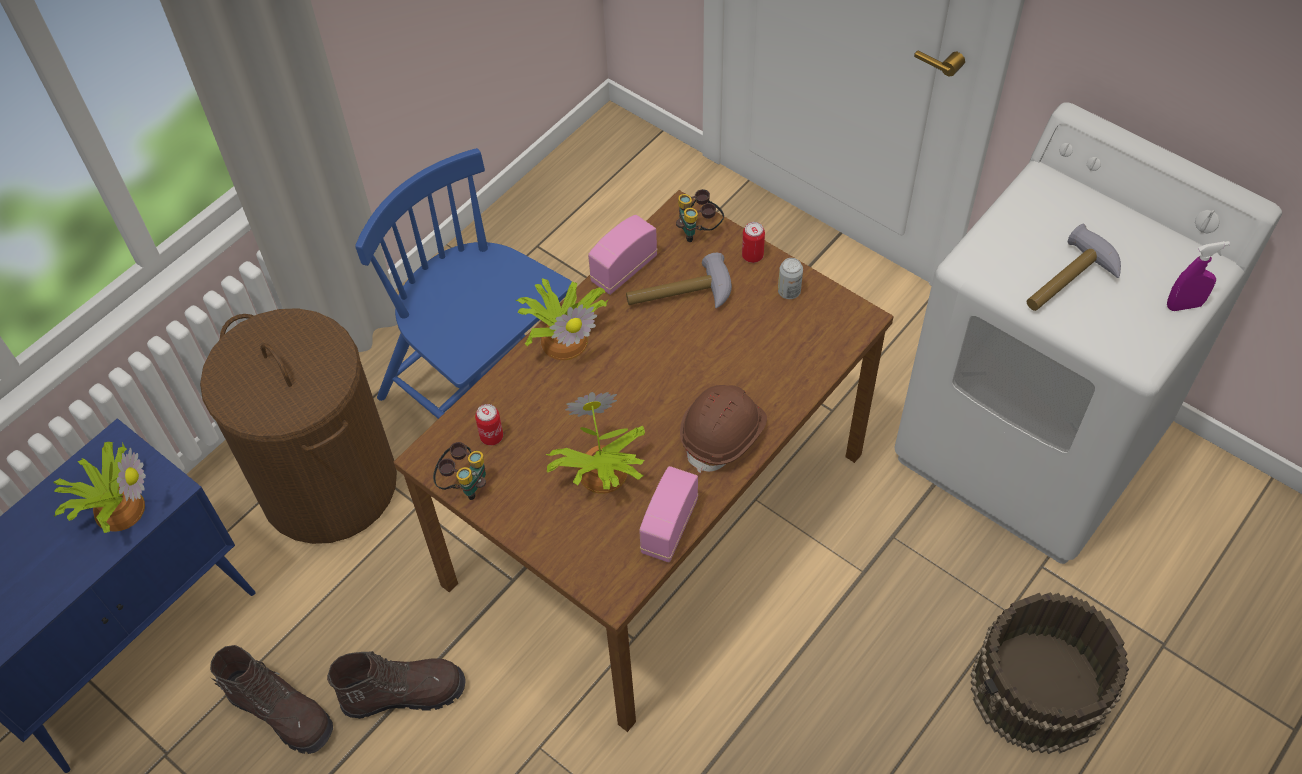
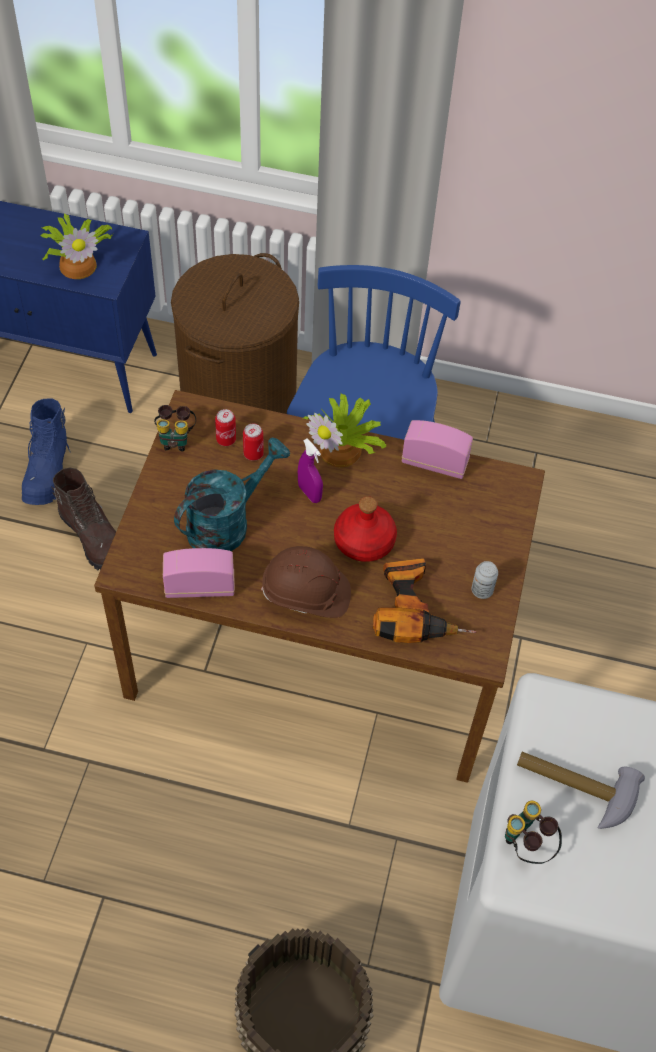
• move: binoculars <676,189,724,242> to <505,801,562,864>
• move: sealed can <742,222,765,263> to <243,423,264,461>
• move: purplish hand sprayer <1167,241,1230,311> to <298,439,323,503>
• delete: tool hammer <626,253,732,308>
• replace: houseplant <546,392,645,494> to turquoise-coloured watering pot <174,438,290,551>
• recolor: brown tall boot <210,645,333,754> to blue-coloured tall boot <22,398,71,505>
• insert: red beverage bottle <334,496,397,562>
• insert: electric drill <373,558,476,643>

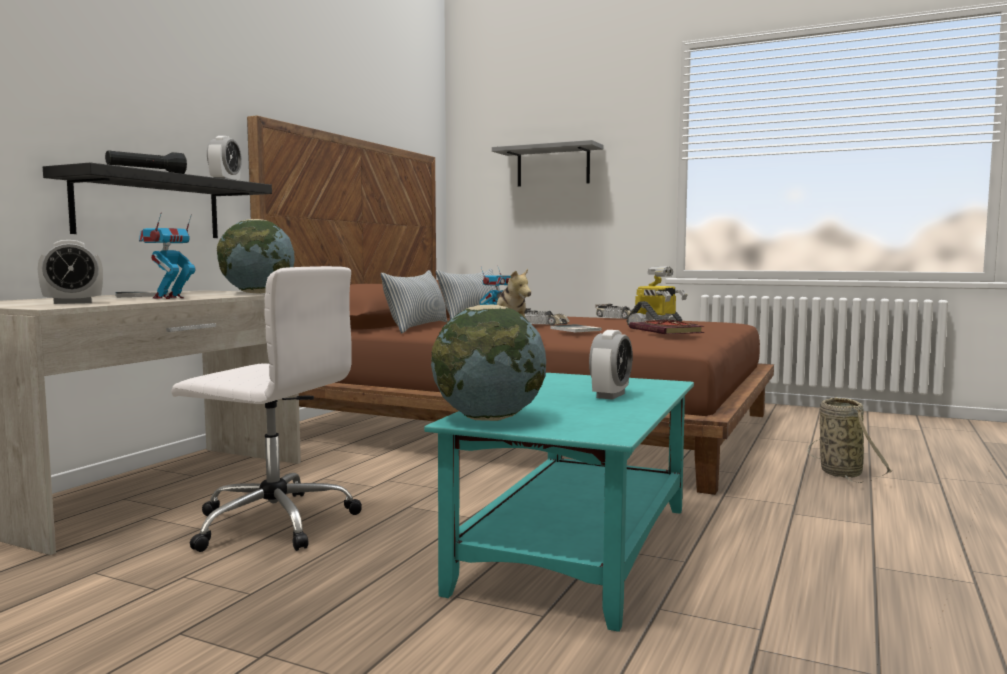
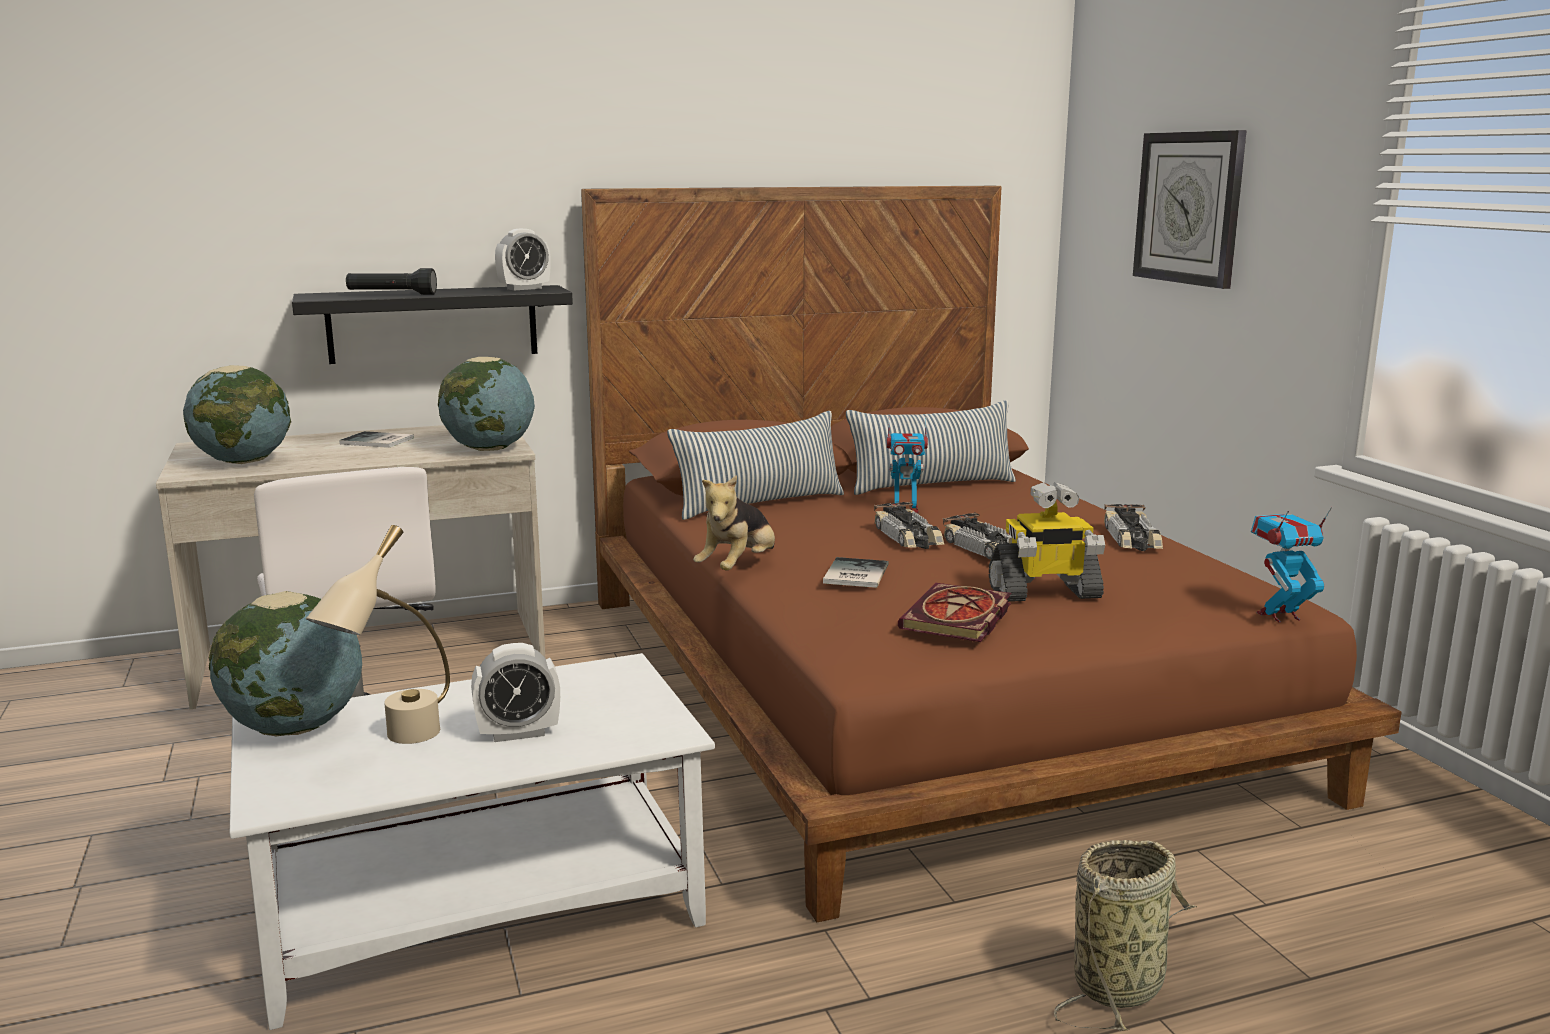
• replace: gray bracket shelf <492,140,603,187> to wall clock <1133,130,1247,289>
• move: model robot <139,212,195,299> to <1251,507,1332,623>
• replace: bedside clock <38,240,103,304> to desk globe <183,365,291,464>
• recolor: turquoise-coloured low table <424,373,694,632> to white low table <230,653,715,1030>
• insert: miniature car <943,512,1012,560>
• insert: beige lamp for a table <306,525,450,744>

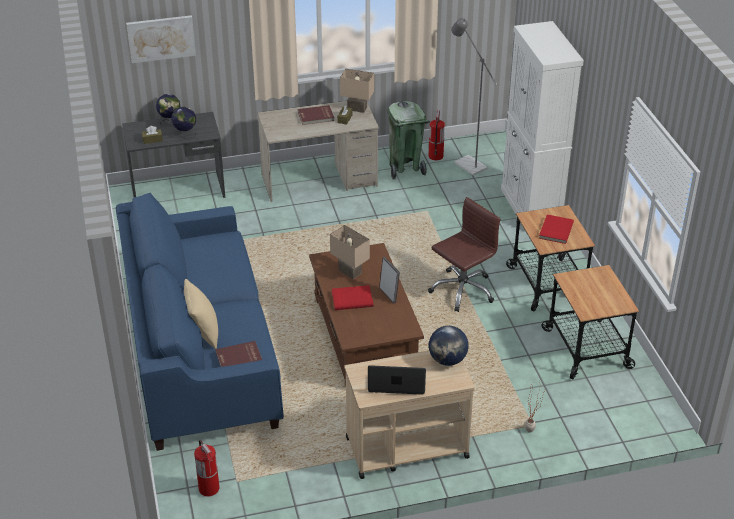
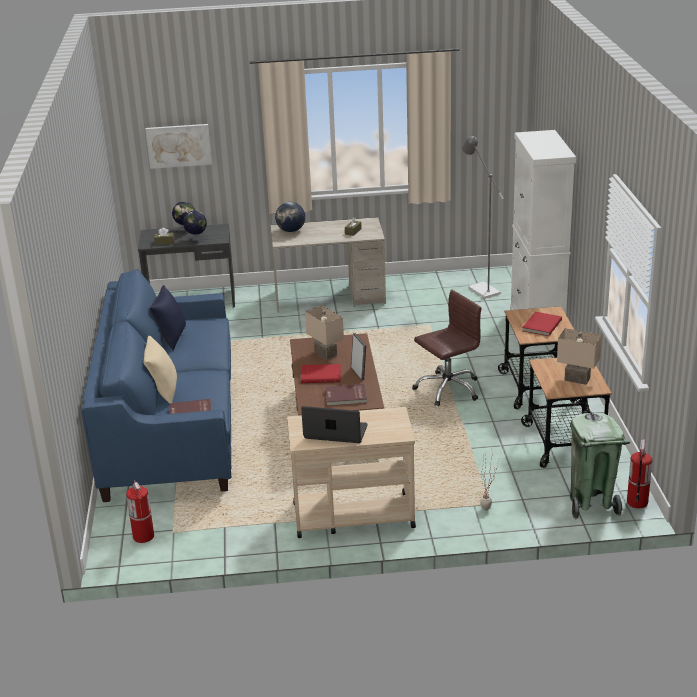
• move: beige lamp for a table <340,68,374,113> to <557,328,602,385>
• move: green-coloured rubbish bin <387,101,430,180> to <570,412,630,519>
• move: red volume <298,105,334,125> to <325,384,367,406>
• move: fire-fighting cylinder <428,110,445,160> to <627,439,652,508>
• move: desk globe <429,326,469,366> to <275,202,305,232>
• insert: blue-coloured throw pillow <150,285,186,351>

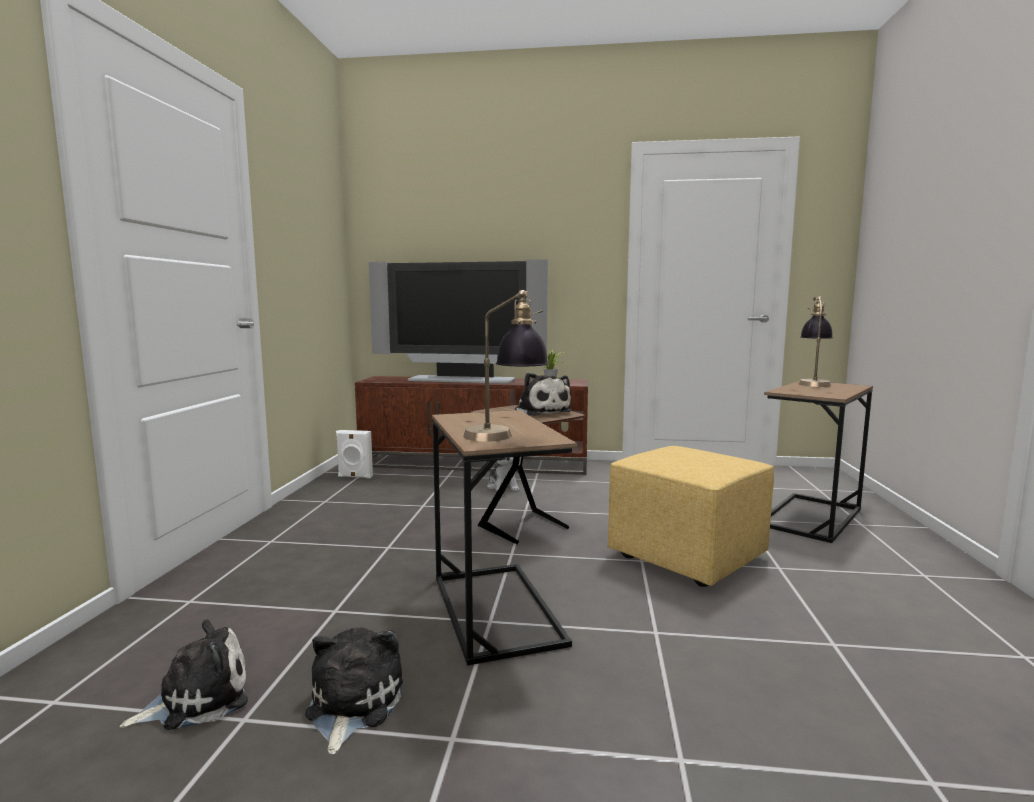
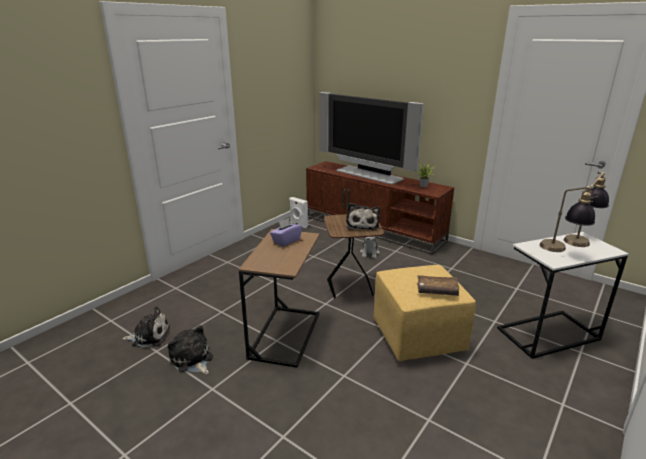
• move: lamp for a table <463,290,549,441> to <539,186,598,252>
• recolor: brown end table <764,381,873,543> to white end table <497,232,629,359>
• rotate: cuddly toy <305,627,403,754> = <168,325,213,374> 75 degrees counterclockwise
• insert: purplish tissue holder <270,218,302,246>
• insert: brown volume <417,275,459,296>

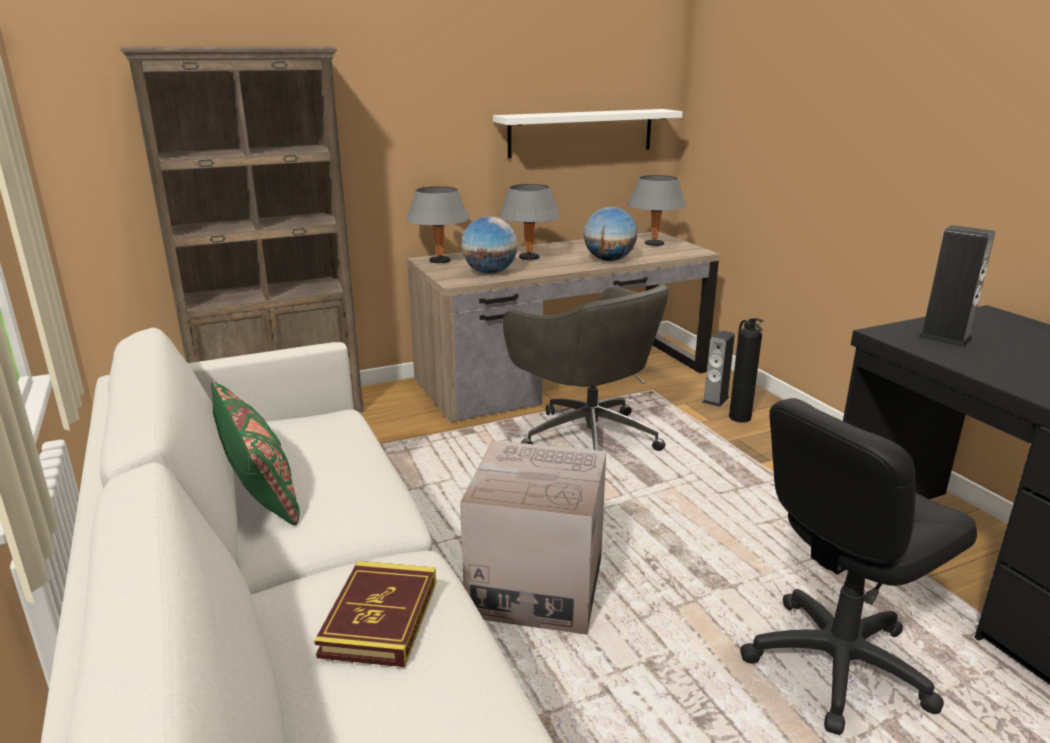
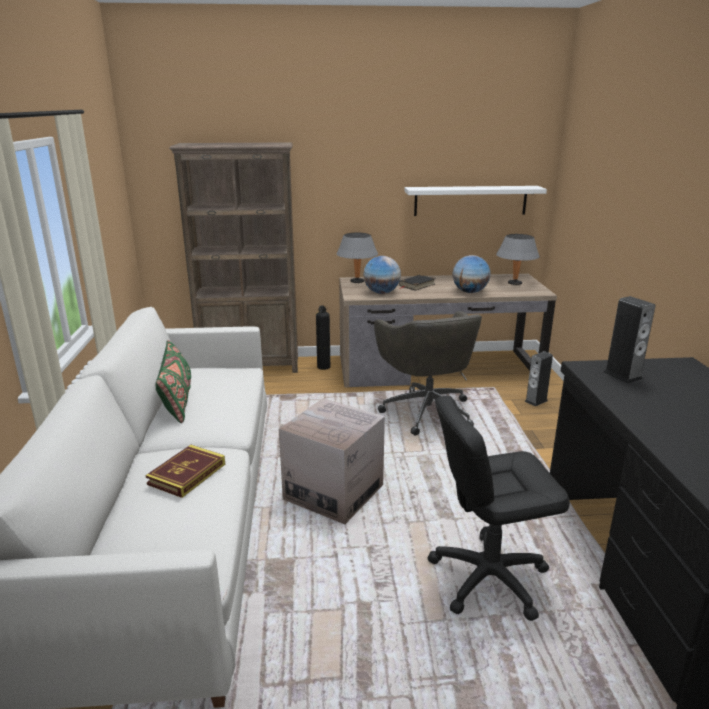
• replace: gray lamp for a table <499,184,561,260> to black-coloured volume <399,275,435,290>
• move: fire-fighting cylinder <729,318,764,423> to <316,305,330,370>

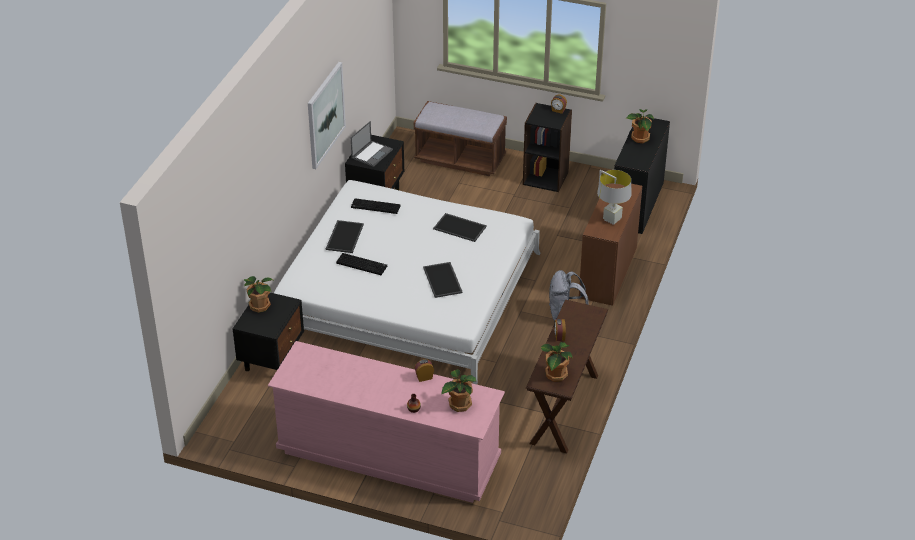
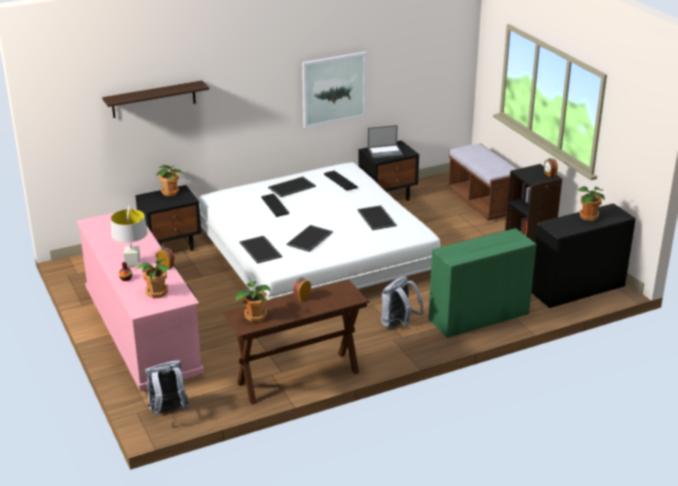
• move: gray lamp for a table <597,170,631,225> to <111,205,148,267>
• recolor: brown desk <579,184,642,306> to green-coloured desk <429,228,536,338>
• insert: bracket shelf <102,81,209,118>
• insert: serving tray <239,236,282,264>
• insert: gray rucksack <145,361,190,416>

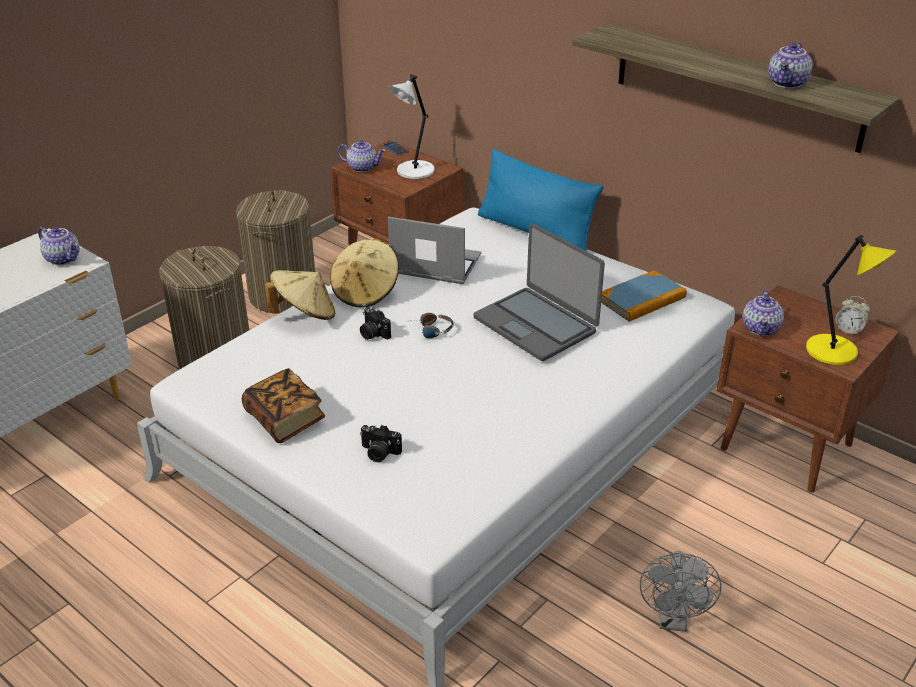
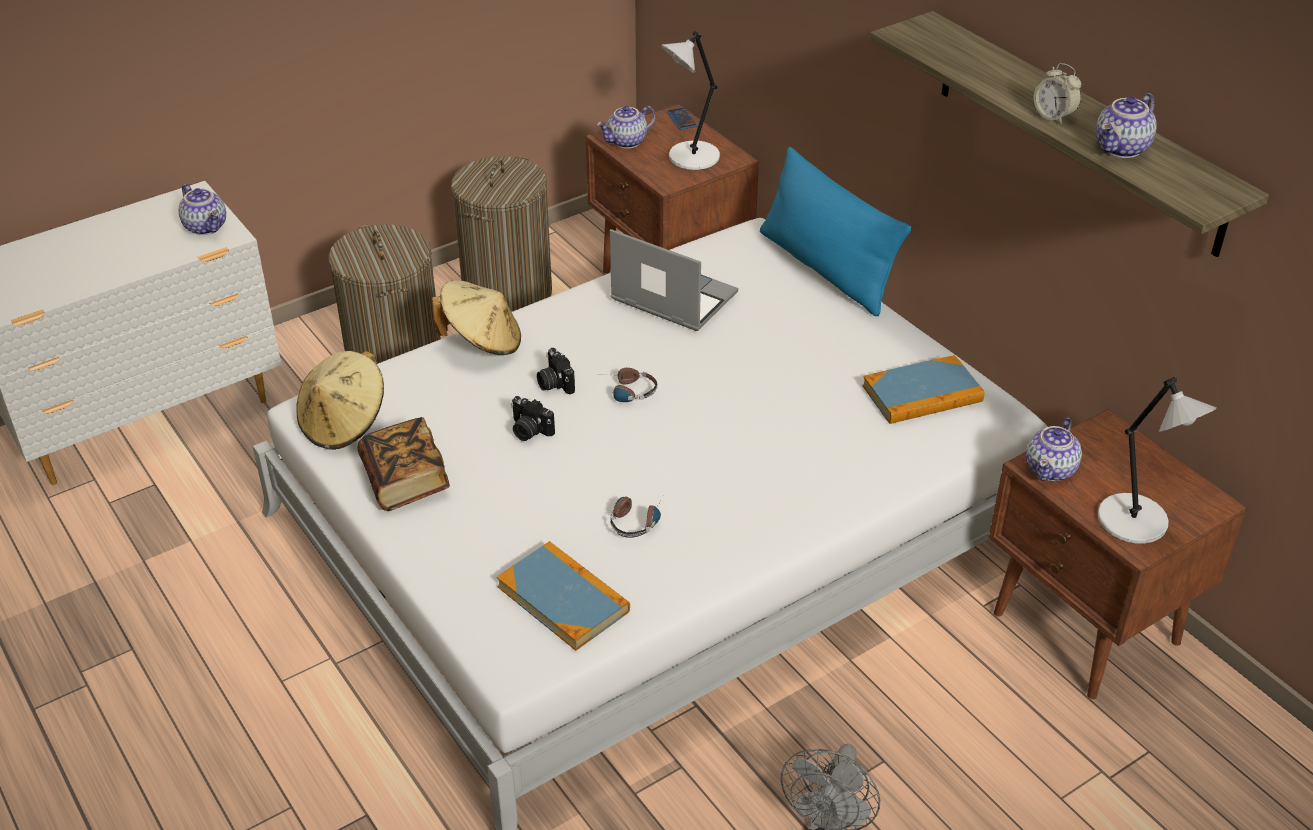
• rotate: tea pot <337,140,386,172> = <597,106,656,149> 120 degrees clockwise
• delete: notebook computer <474,223,605,361>
• recolor: yellow lamp for a table <806,235,896,365> to gray lamp for a table <1098,377,1217,544>
• move: beige hat <330,239,399,307> to <296,351,384,450>
• move: bedside clock <836,296,870,336> to <1034,63,1081,124>
• move: still camera <360,425,402,462> to <511,396,555,441>
• insert: headset <610,496,662,538>
• insert: volume <497,541,630,651>

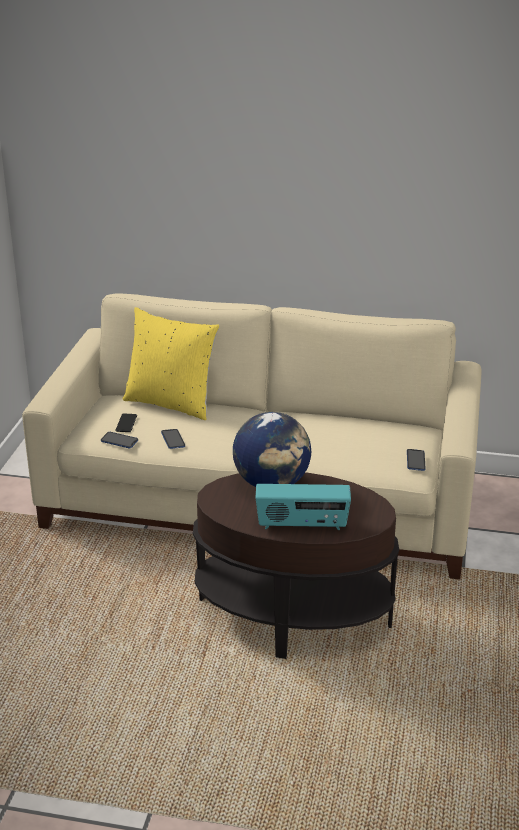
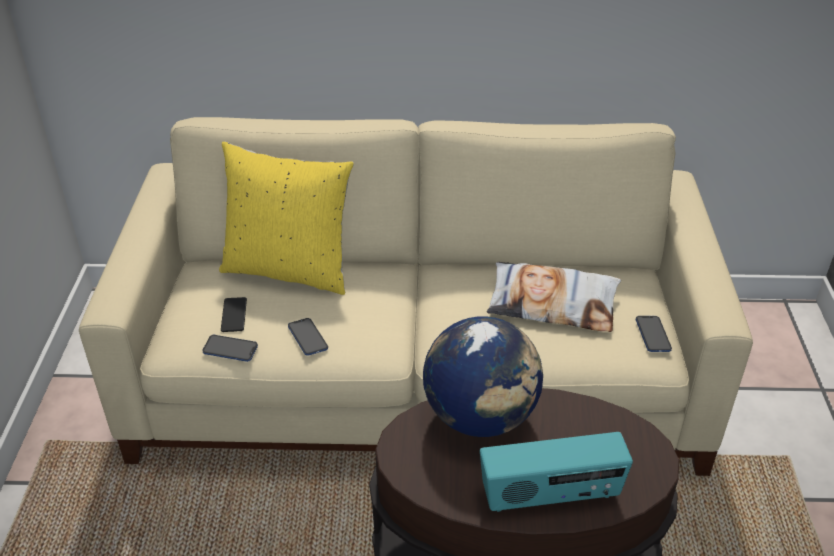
• insert: throw pillow <487,262,621,332>

